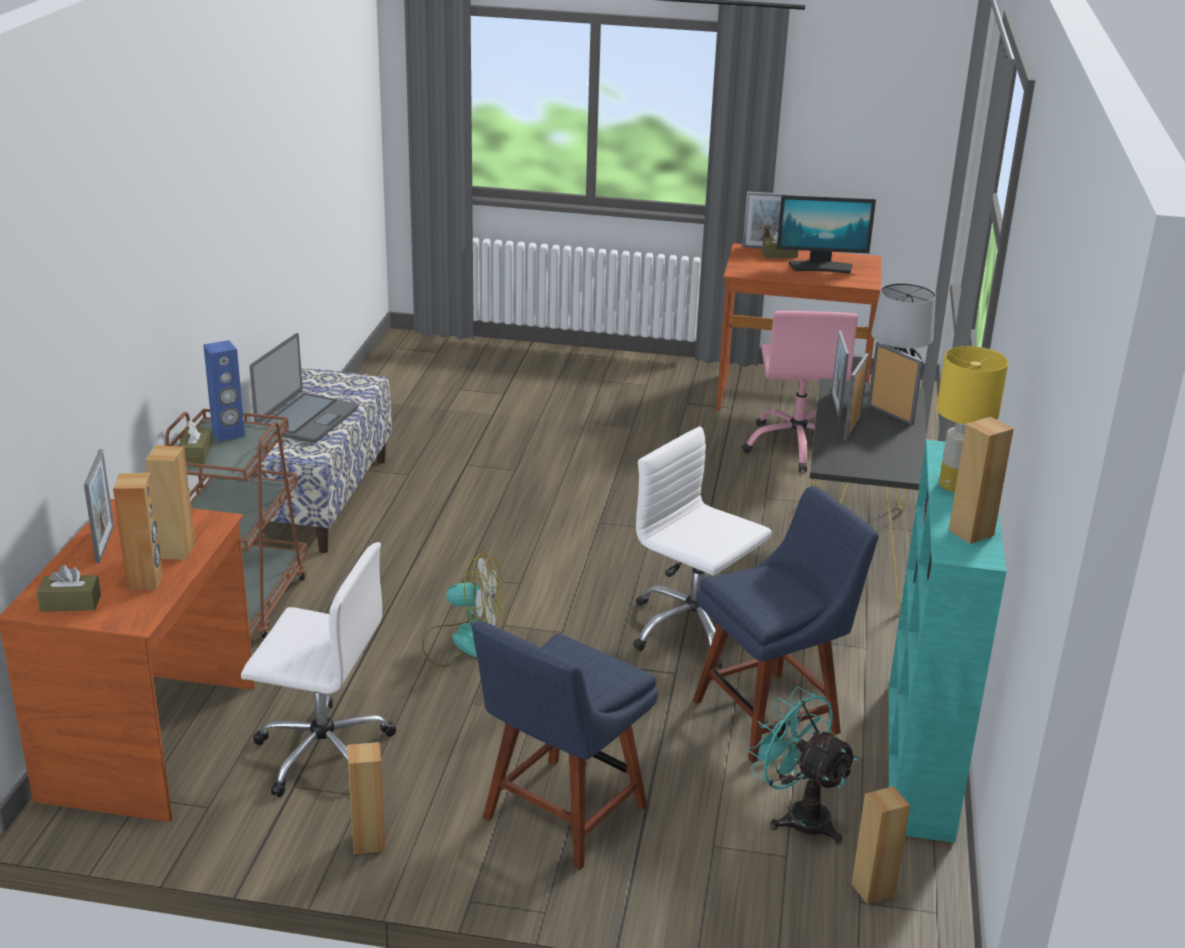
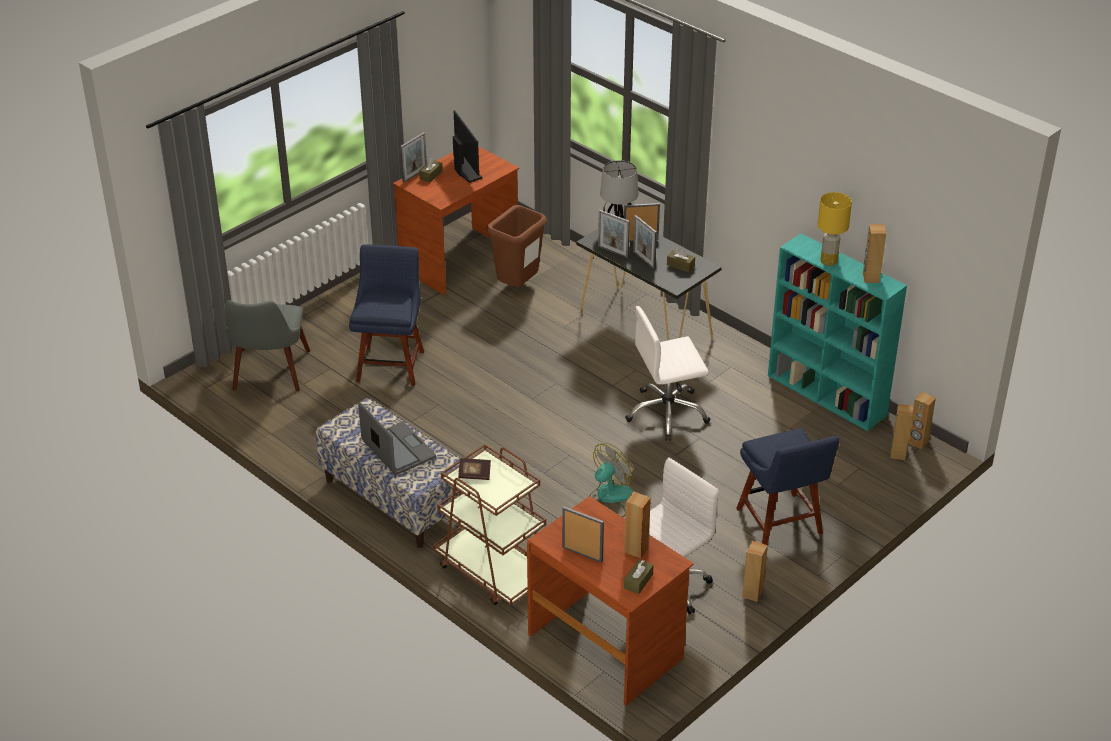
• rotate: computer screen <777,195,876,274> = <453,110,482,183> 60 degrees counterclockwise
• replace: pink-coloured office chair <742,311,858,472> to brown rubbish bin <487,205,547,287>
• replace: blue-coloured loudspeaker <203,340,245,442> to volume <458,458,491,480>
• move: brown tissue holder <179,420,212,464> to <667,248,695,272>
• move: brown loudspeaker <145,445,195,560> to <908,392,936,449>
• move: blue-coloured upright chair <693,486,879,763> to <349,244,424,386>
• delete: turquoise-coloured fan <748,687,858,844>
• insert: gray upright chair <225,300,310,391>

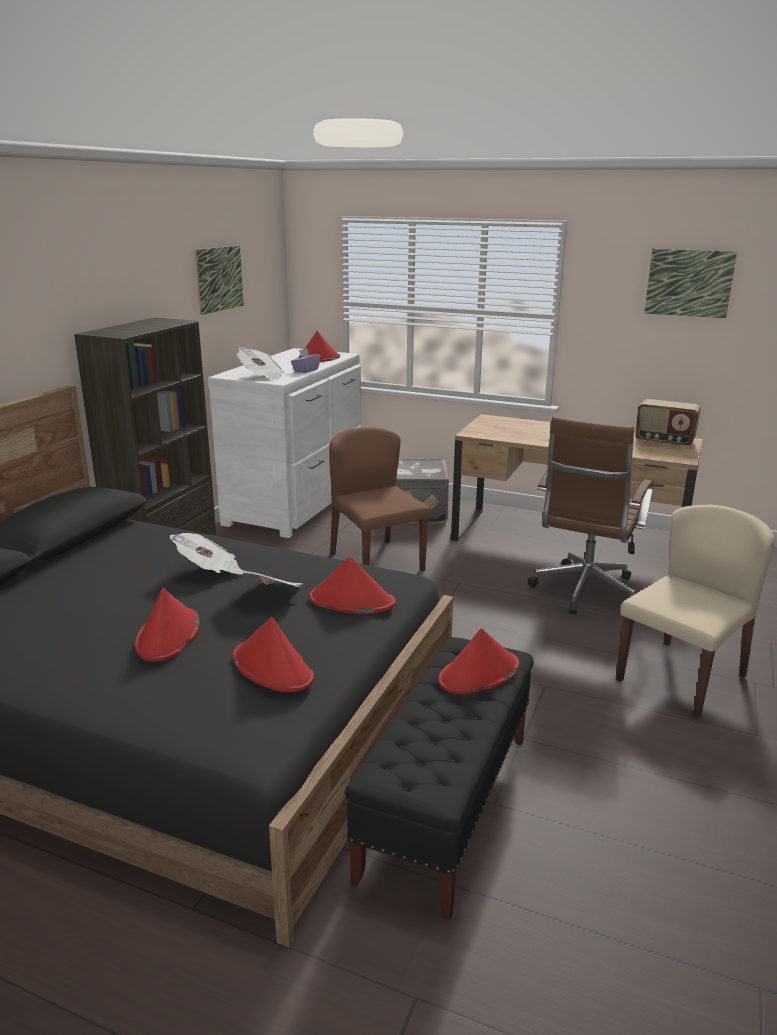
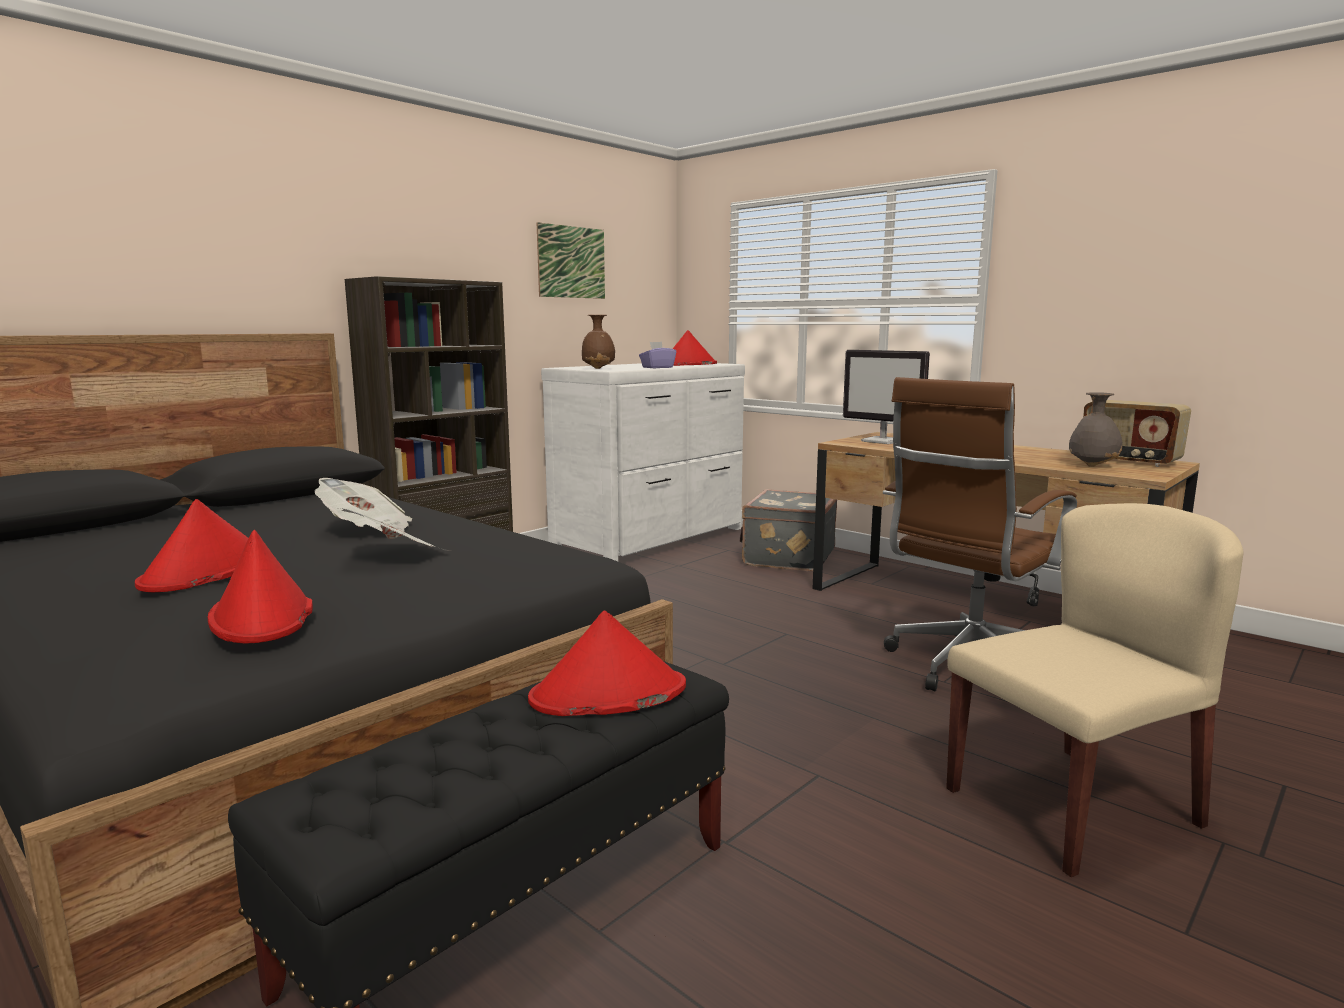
• delete: wall art <644,249,737,318>
• replace: daily paper <237,347,284,380> to brown vase <582,315,615,369>
• delete: brown upright chair <329,427,430,572>
• delete: red hat <309,556,396,614>
• insert: computer screen <843,350,930,444>
• insert: gray vase <1069,392,1122,467>

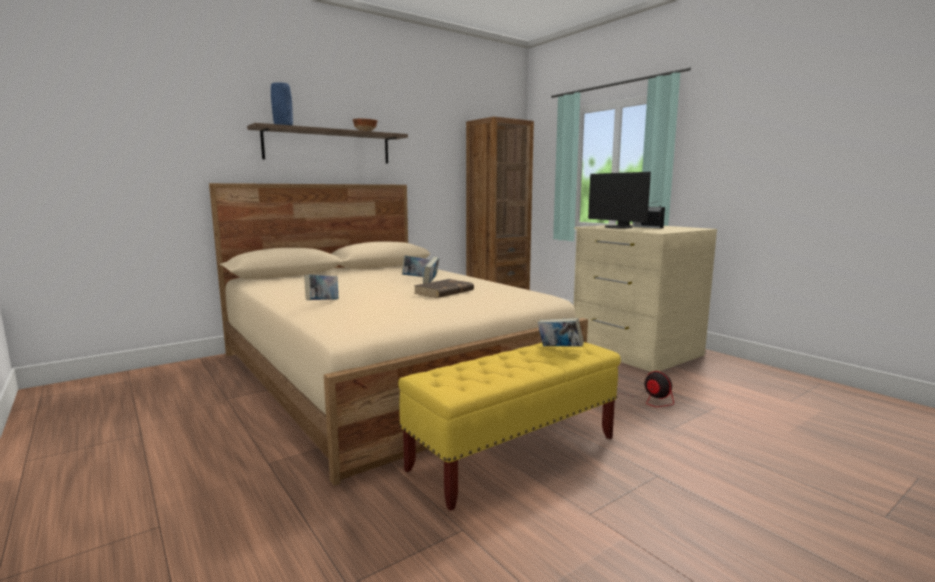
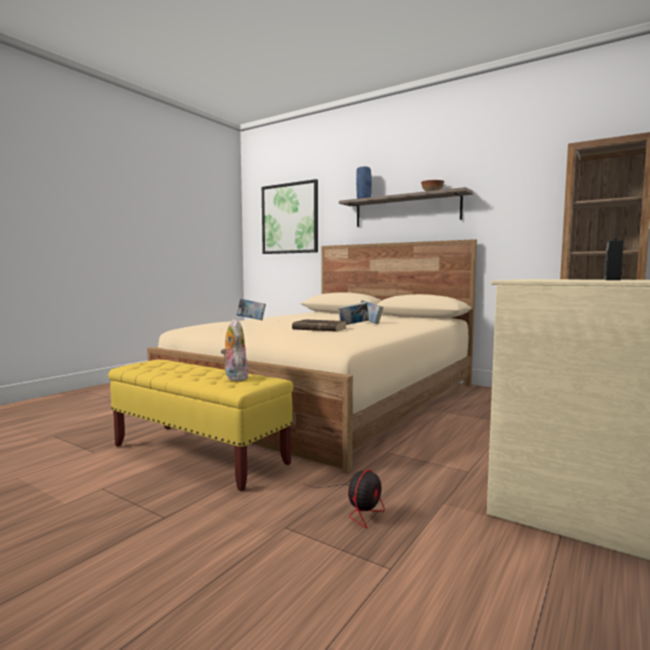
• delete: computer screen <588,172,651,228>
• replace: volume <538,318,584,347> to cuddly toy <221,319,249,381>
• insert: wall art <262,179,318,254>

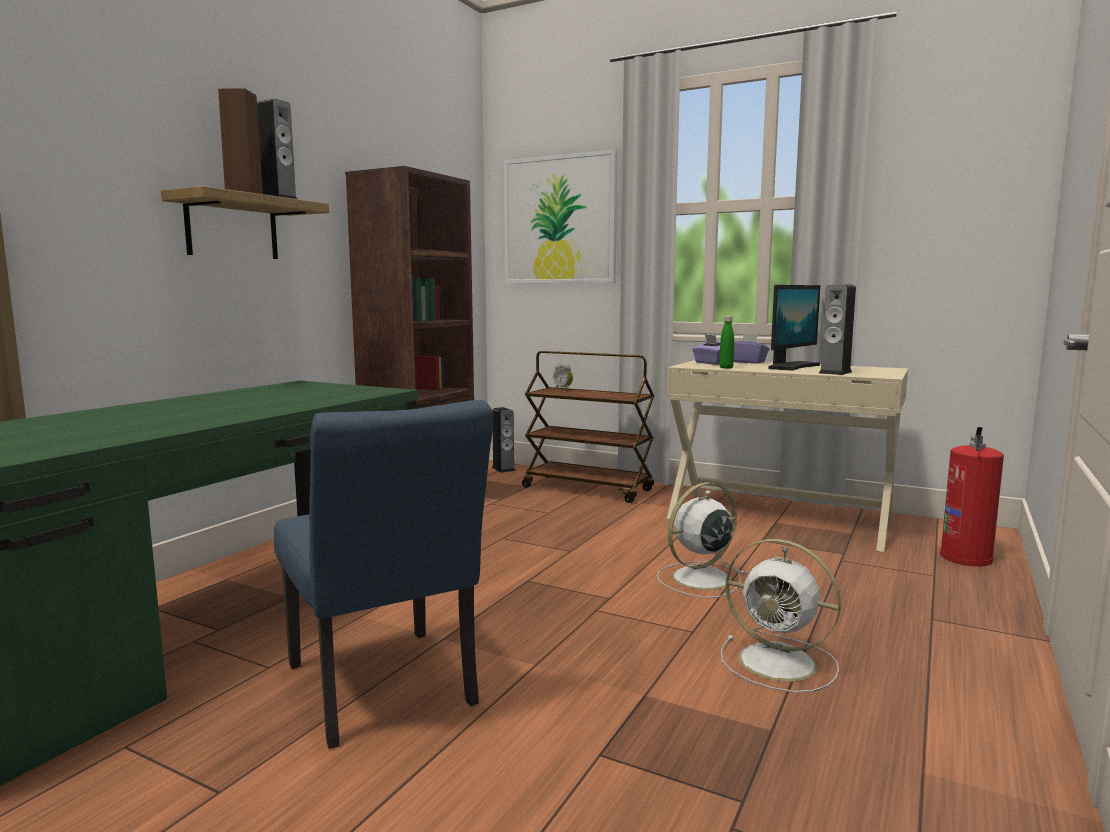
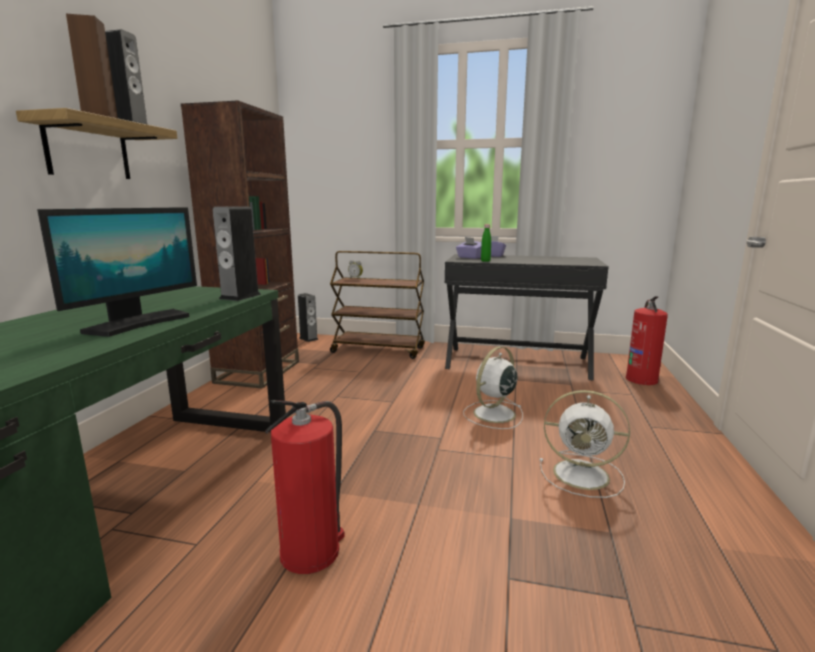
• delete: wall art <504,149,618,283>
• move: loudspeaker <819,284,856,375> to <212,206,261,301>
• move: computer screen <768,285,820,371> to <37,207,197,337>
• recolor: beige desk <667,360,908,552> to black-coloured desk <445,254,609,381>
• replace: blue-coloured upright chair <274,400,493,749> to fire-fighting cylinder <265,400,345,574>

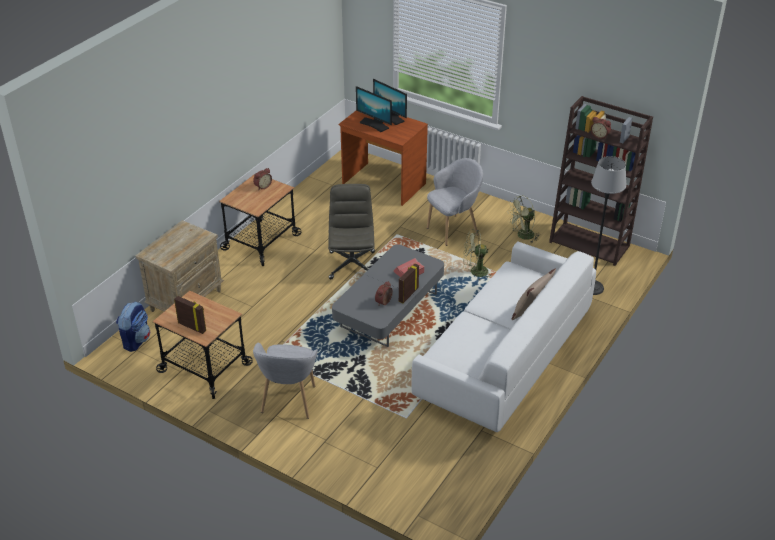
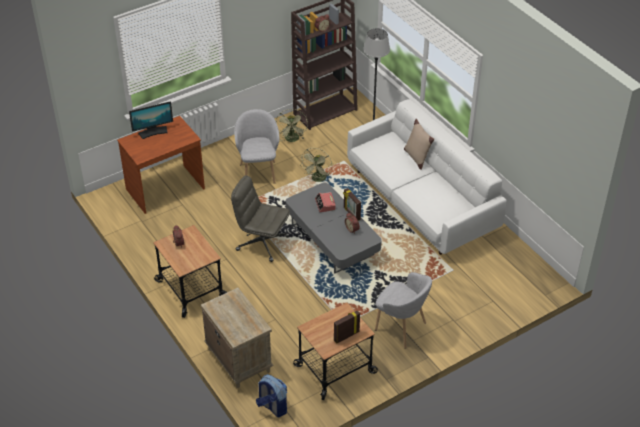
• delete: computer screen <356,86,392,132>

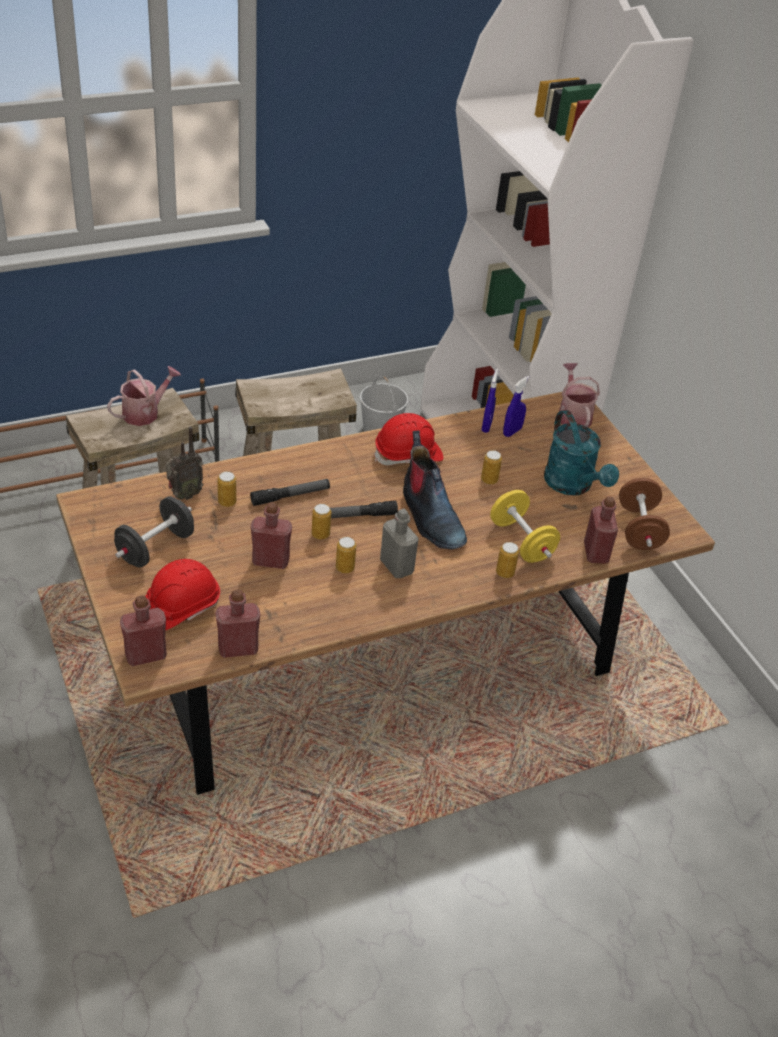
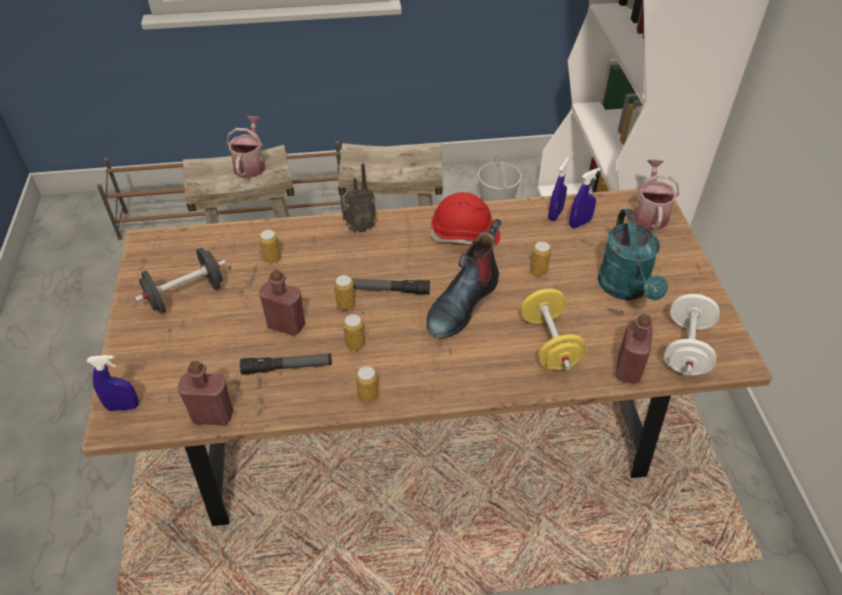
• rotate: watering pot <107,366,181,426> = <227,116,265,178> 60 degrees counterclockwise
• move: radio receiver <166,426,204,500> to <341,163,377,233>
• rotate: tall boot <403,430,467,549> = <426,219,502,338> 45 degrees clockwise
• recolor: brown dumbbell <619,478,670,550> to white dumbbell <664,294,720,375>
• move: torch <250,479,330,506> to <240,353,332,375>
• delete: gray beverage bottle <380,508,419,578>
• move: sealed can <496,542,519,578> to <356,366,379,404>
• delete: red work helmet <145,559,220,630>
• replace: red beverage bottle <120,595,167,666> to blue-coloured hand sprayer <87,355,139,411>

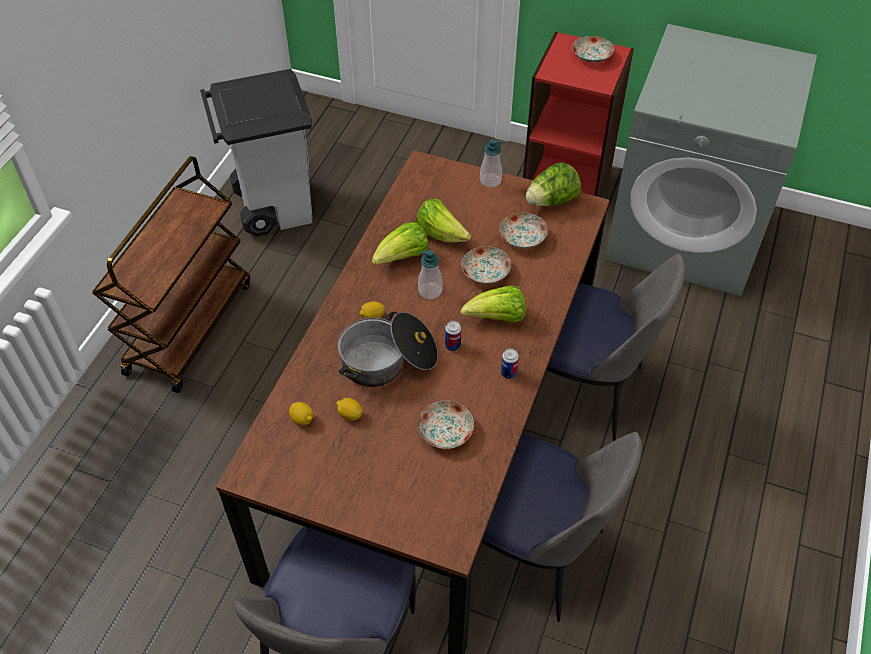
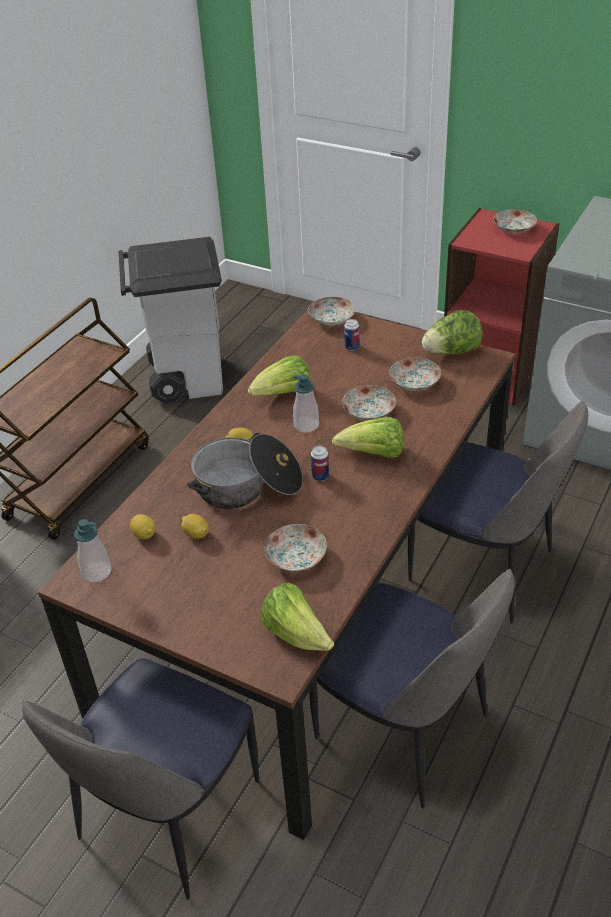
• move: liquid soap bottle <480,139,502,188> to <74,519,111,582>
• move: head of lettuce <416,198,471,242> to <262,583,334,651>
• move: sealed can <501,348,519,379> to <344,319,359,351>
• insert: dinner plate <308,297,355,325>

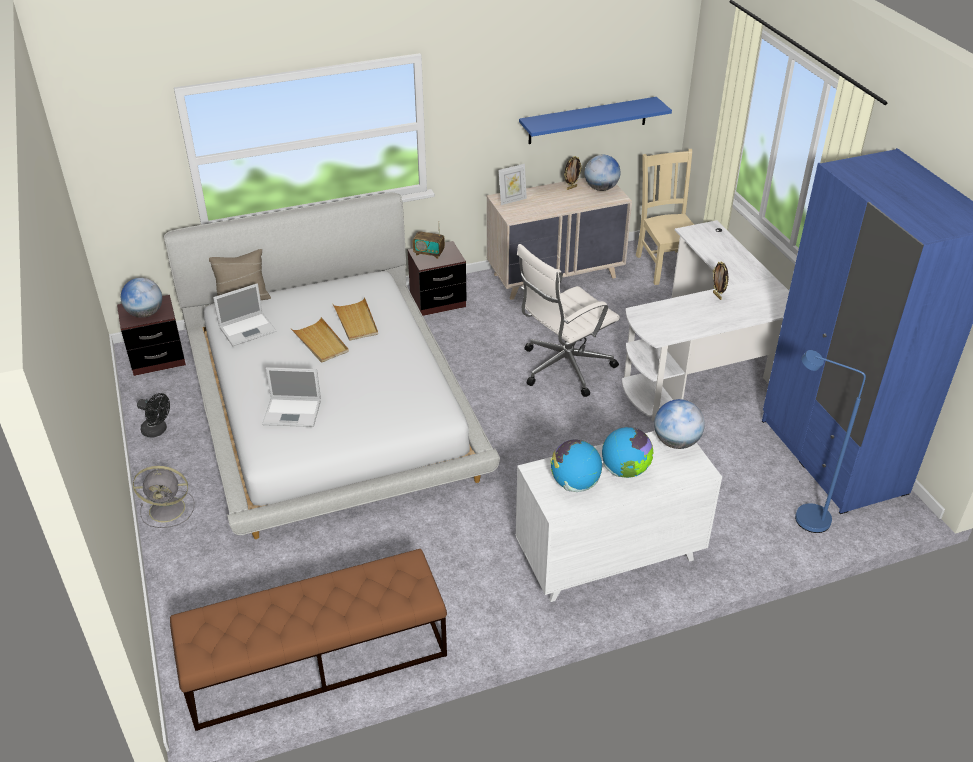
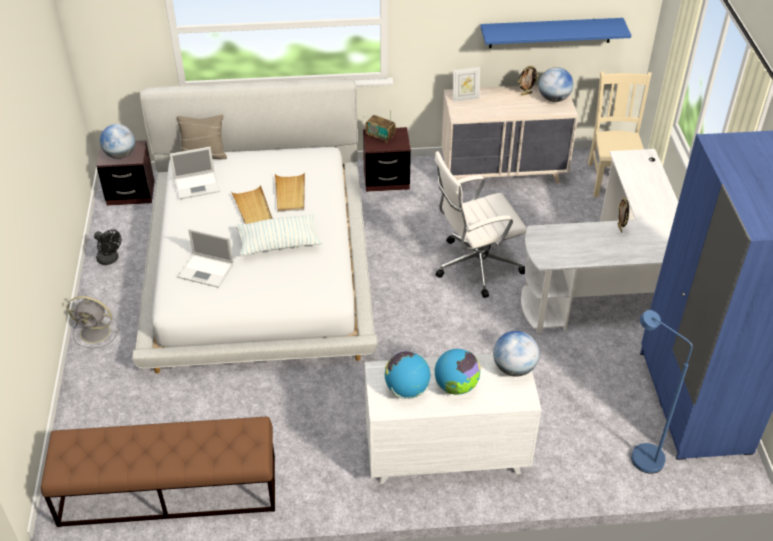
• insert: throw pillow <236,214,322,256>

